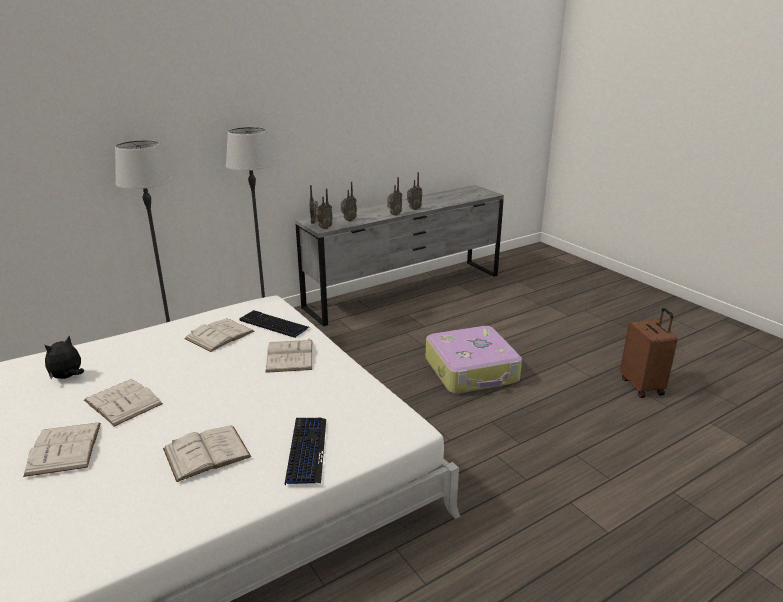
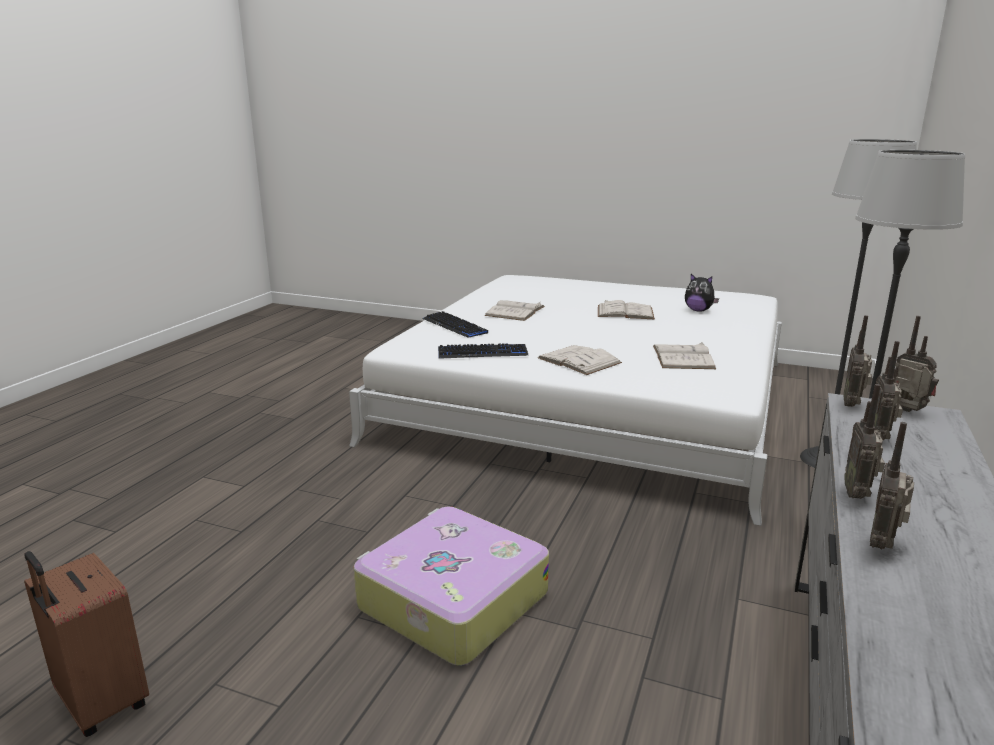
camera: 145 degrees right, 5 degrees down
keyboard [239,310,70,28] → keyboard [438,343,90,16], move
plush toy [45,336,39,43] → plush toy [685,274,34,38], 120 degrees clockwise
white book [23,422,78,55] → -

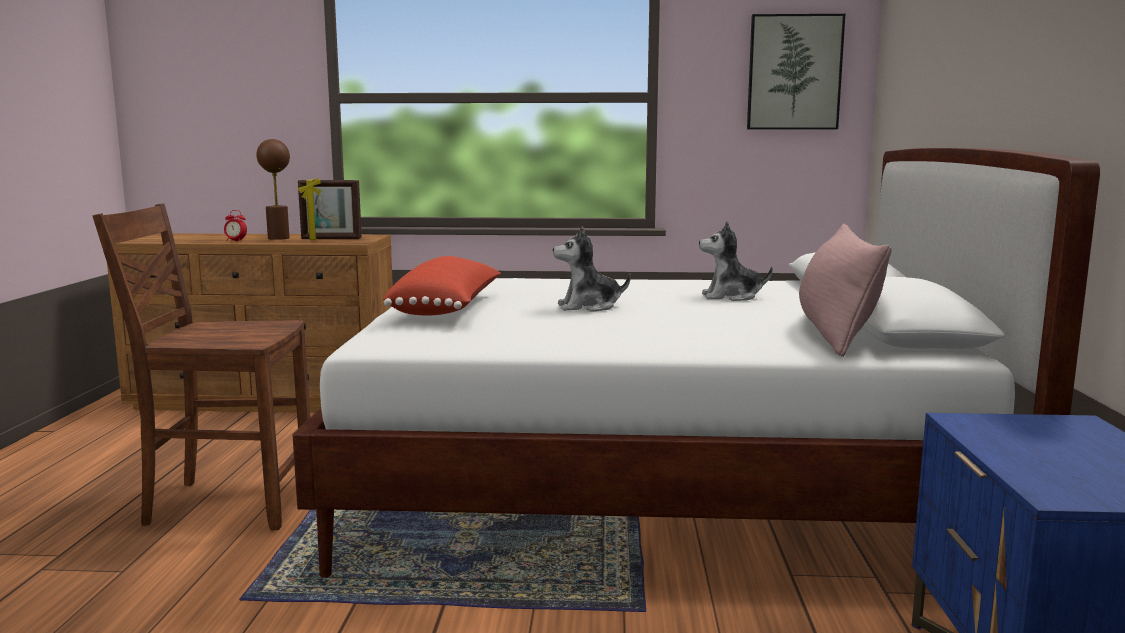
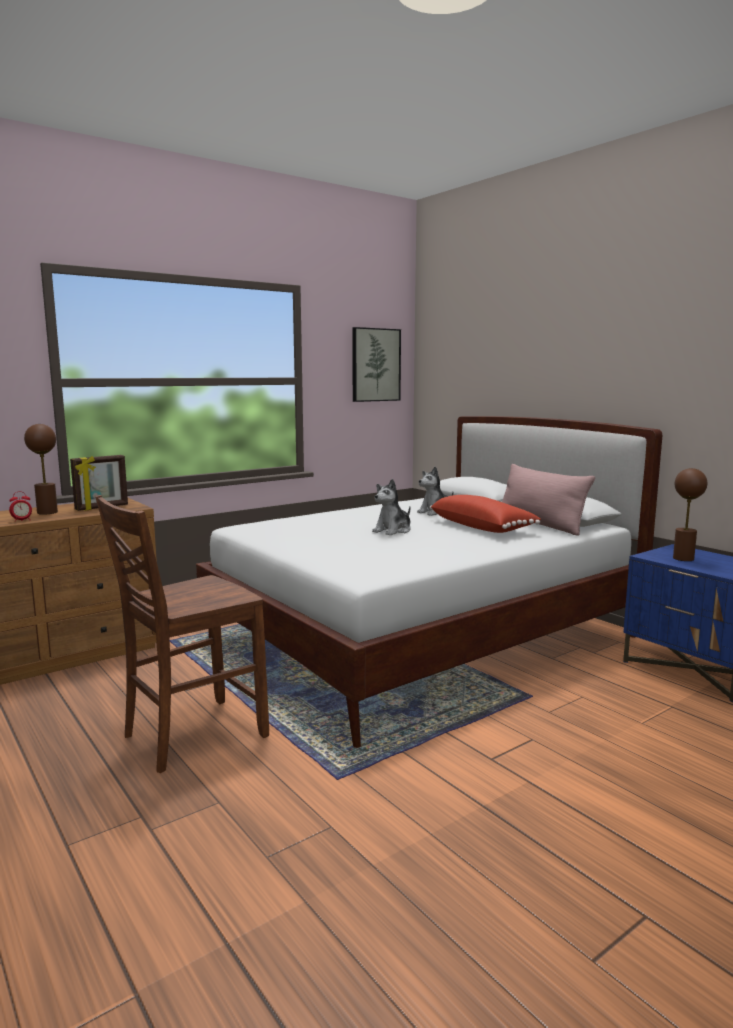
camera: 40 degrees left, 0 degrees up
red pillow [383,256,118,59] → red pillow [430,495,111,38], move
- → brown table lamp [673,468,34,93]

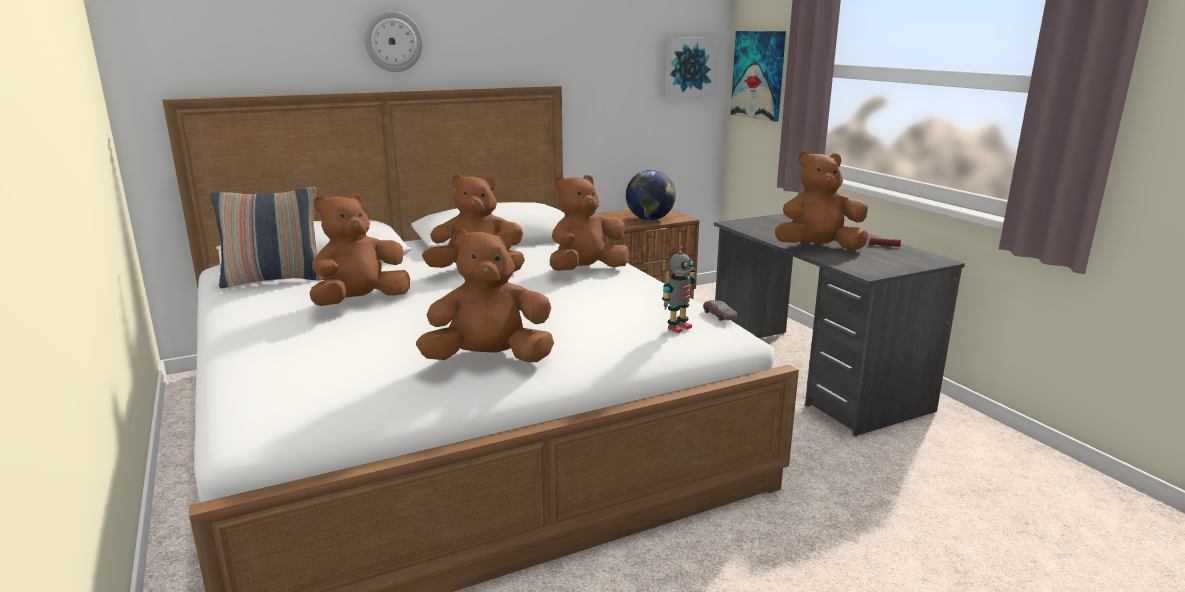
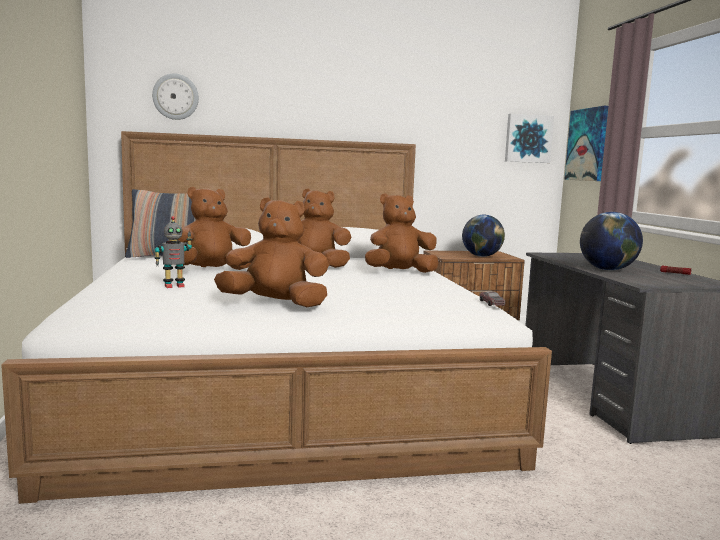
camera: 15 degrees right, 10 degrees down
wall clock [364,11,59,61] → wall clock [152,73,47,47], move
brown plush toy [775,151,93,98] → globe [580,212,63,58]
toy robot [662,246,34,87] → toy robot [154,216,38,72], move

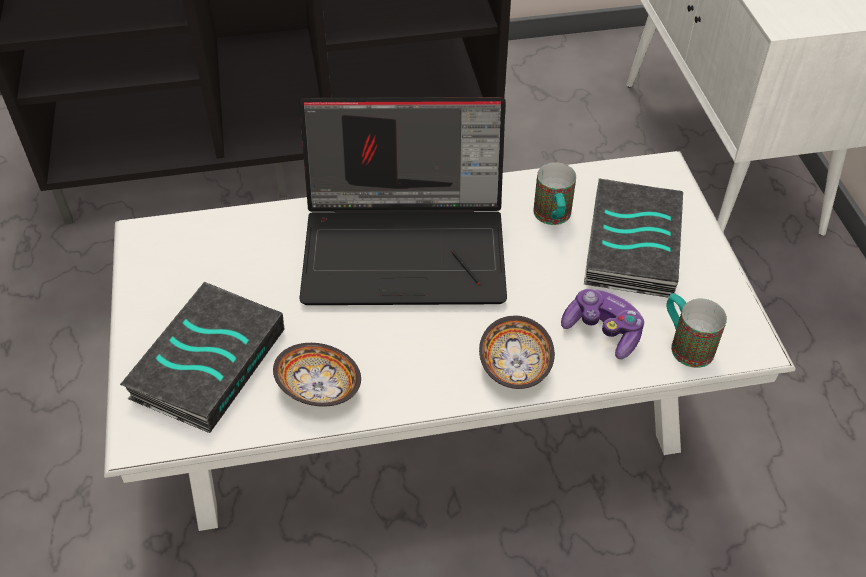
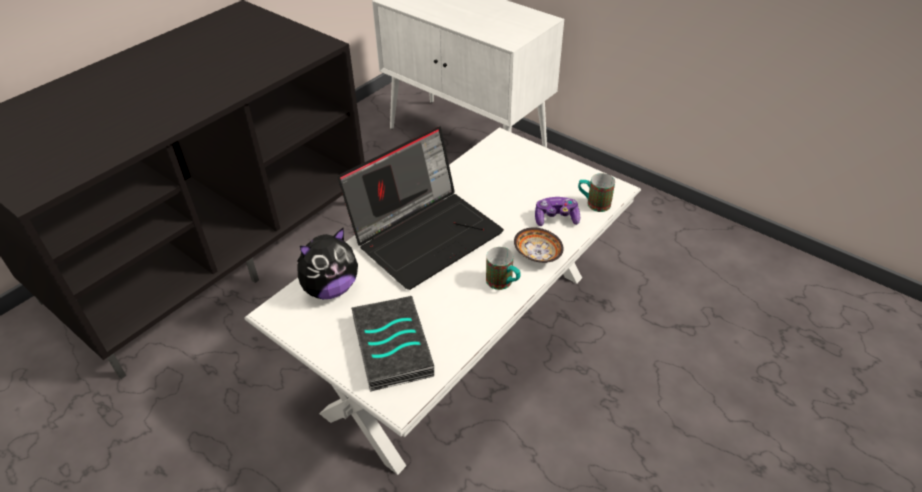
camera: 40 degrees left, 5 degrees down
mug [533,162,43,63] → mug [486,247,35,43], move
book [584,178,99,120] → -
bowl [273,343,88,63] → -
- → plush toy [297,228,61,71]

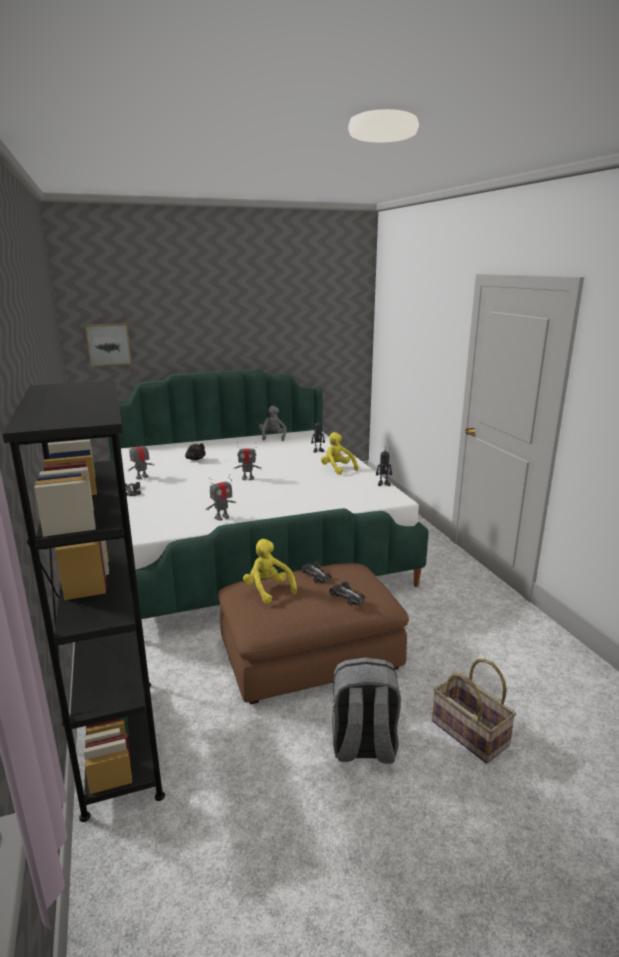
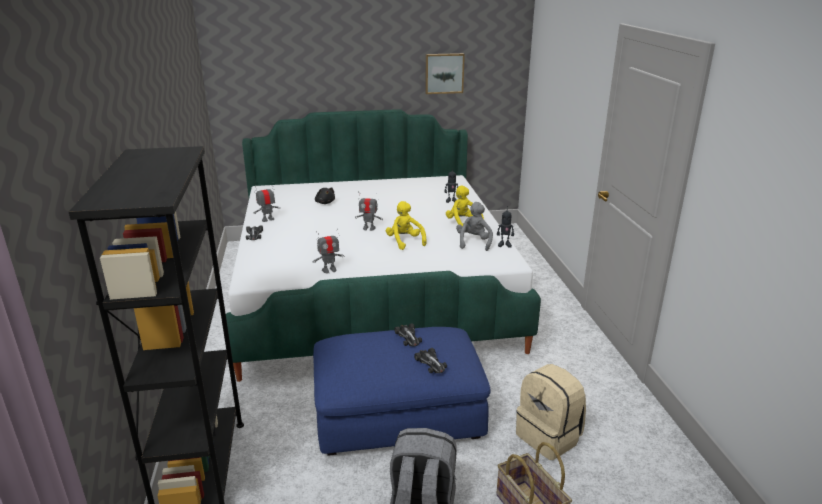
camera: 10 degrees right, 5 degrees up
picture [85,323,47,43] → picture [425,53,40,41], move
grey plush toy [259,405,28,36] → grey plush toy [456,202,37,49], move
yellow plush toy [243,539,54,65] → yellow plush toy [386,201,41,49], move
brown ottoman [218,563,191,142] → blue ottoman [313,327,178,129]
- → beige backpack [516,364,70,96]

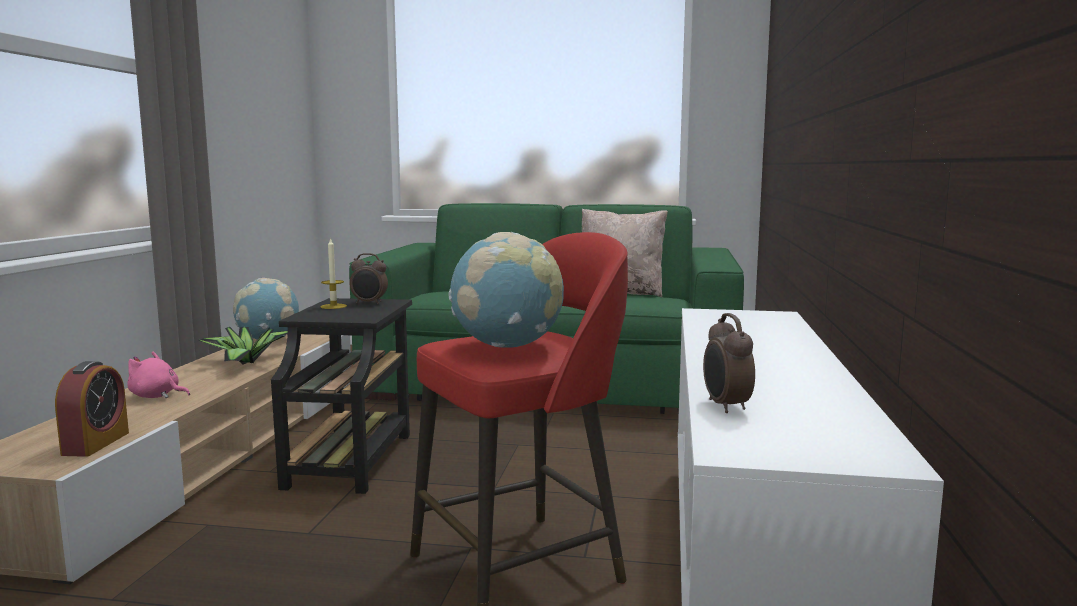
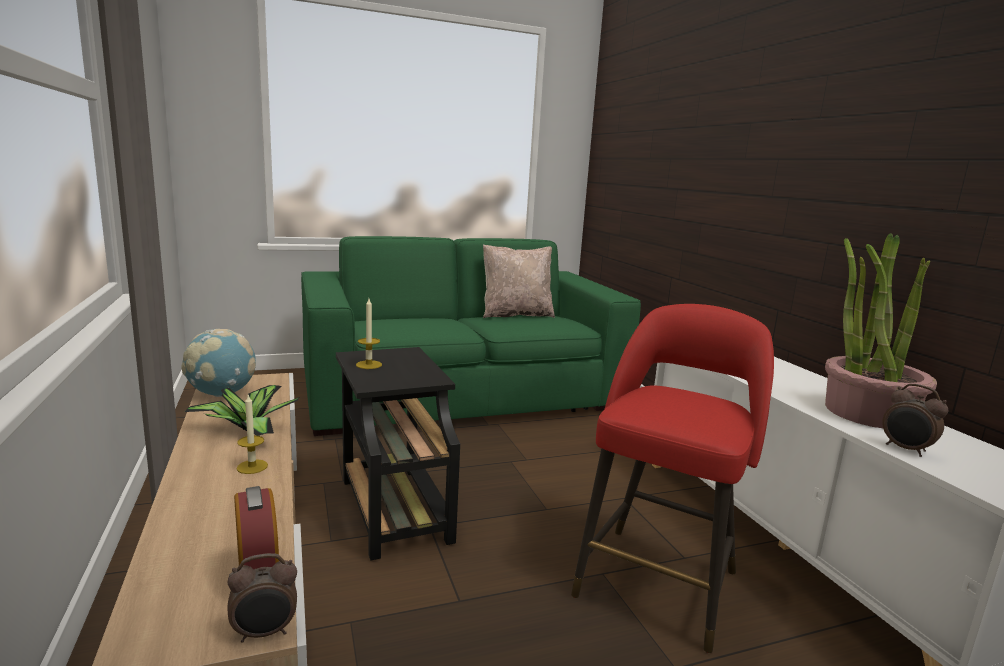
camera: 30 degrees left, 5 degrees up
globe [449,232,115,116] → -
alarm clock [350,253,38,51] → alarm clock [227,553,70,90], move
pink plush toy [127,352,63,46] → -
- → potted plant [825,233,112,195]
- → candle [237,395,31,79]

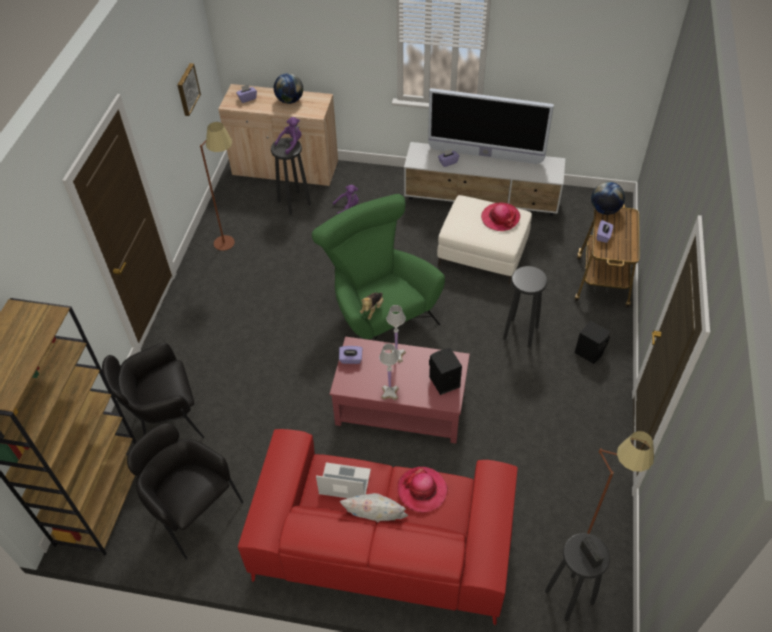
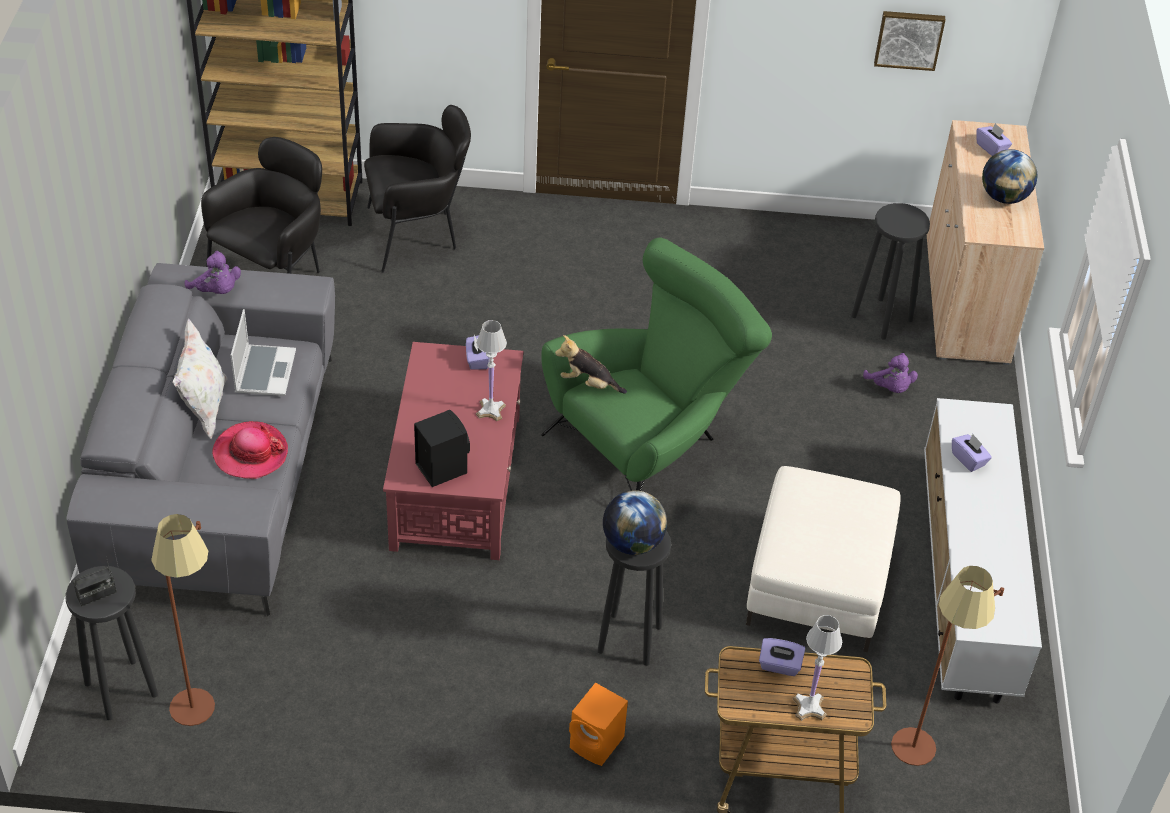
camera: 80 degrees right, 5 degrees down
television [428,88,126,76] → -
purple plush toy [275,117,26,37] → purple plush toy [185,251,56,43], move
brown floor lamp [200,122,35,129] → brown floor lamp [891,566,113,200], move
globe [591,182,34,33] → globe [603,490,64,65], move
hat [481,203,39,28] → -
black speaker [575,320,35,44] → orange speaker [569,683,59,83]
black armchair [102,343,103,95] → black armchair [364,105,107,168], 105 degrees clockwise
white table lamp [379,343,20,57] → white table lamp [793,615,49,106], move
red sofa [238,429,280,196] → grey sofa [66,263,269,353]

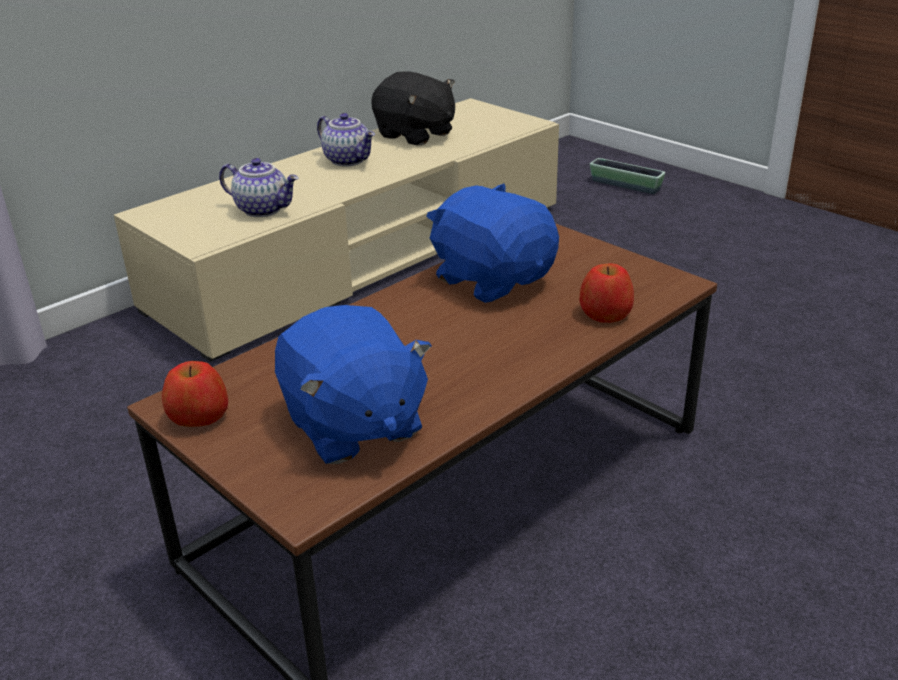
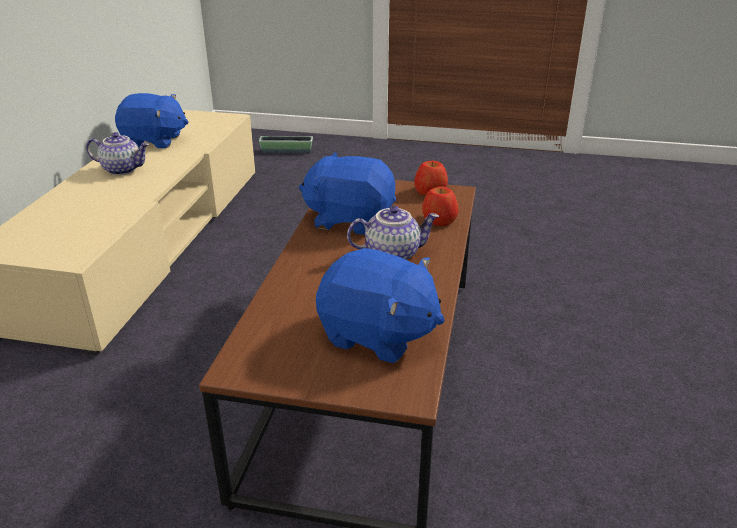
camera: 35 degrees left, 0 degrees up
black plush toy [371,71,84,75] → blue plush toy [115,93,73,55]
teapot [219,158,80,59] → teapot [347,206,92,54], move
apple [162,361,66,66] → apple [415,161,33,34], move

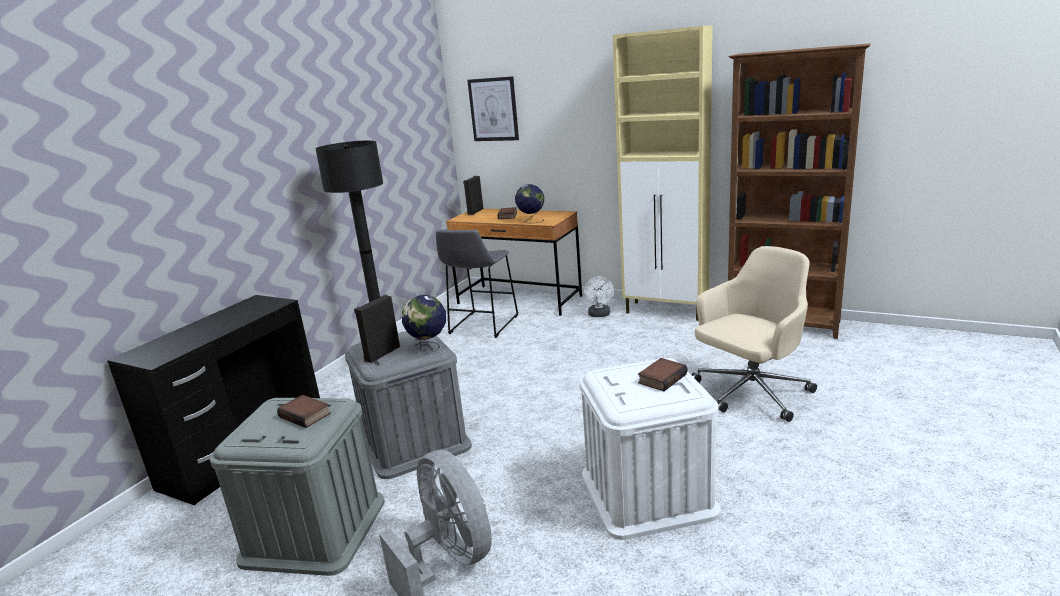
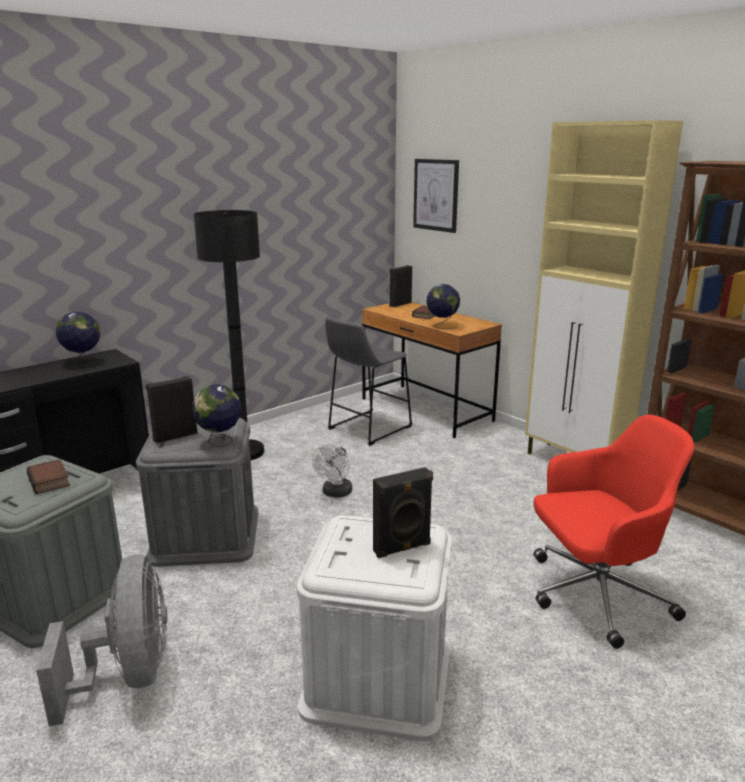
camera: 20 degrees right, 0 degrees up
beige office chair [691,246,126,176] → red office chair [534,414,160,235]
white fan [584,277,30,40] → white fan [312,444,40,54], move
book [638,358,49,33] → black speaker [373,467,60,92]
- → globe [56,312,44,54]

